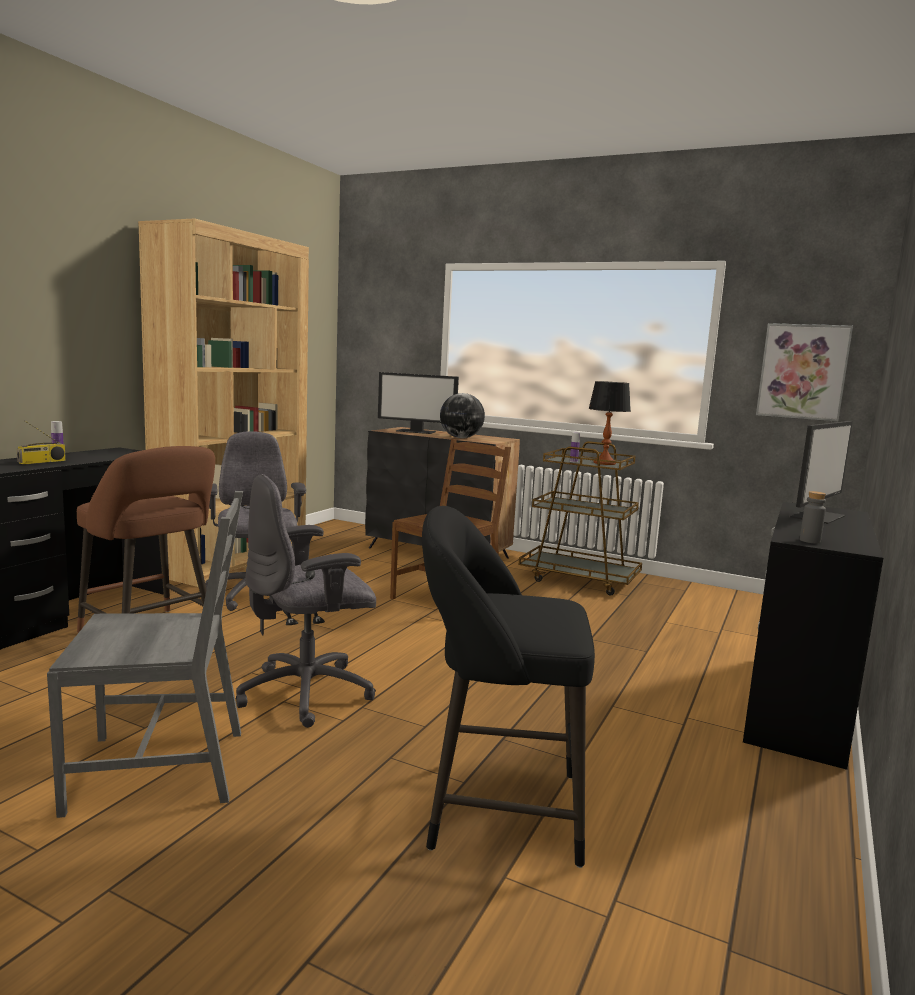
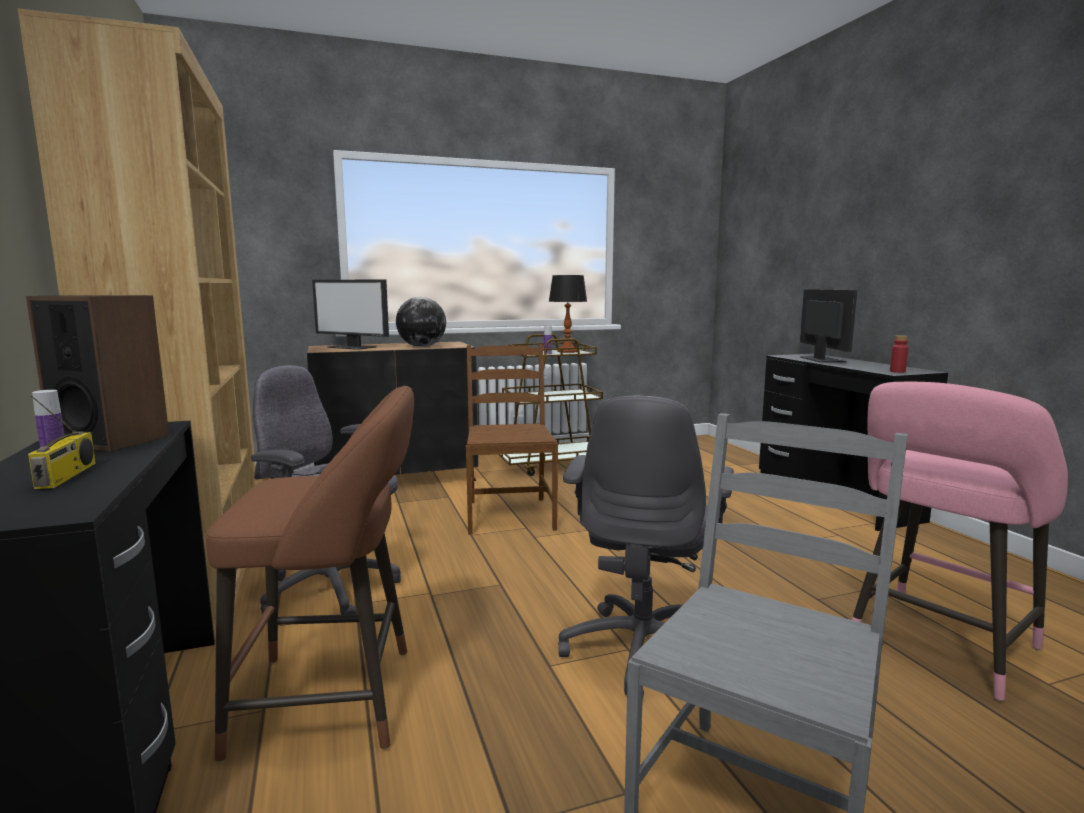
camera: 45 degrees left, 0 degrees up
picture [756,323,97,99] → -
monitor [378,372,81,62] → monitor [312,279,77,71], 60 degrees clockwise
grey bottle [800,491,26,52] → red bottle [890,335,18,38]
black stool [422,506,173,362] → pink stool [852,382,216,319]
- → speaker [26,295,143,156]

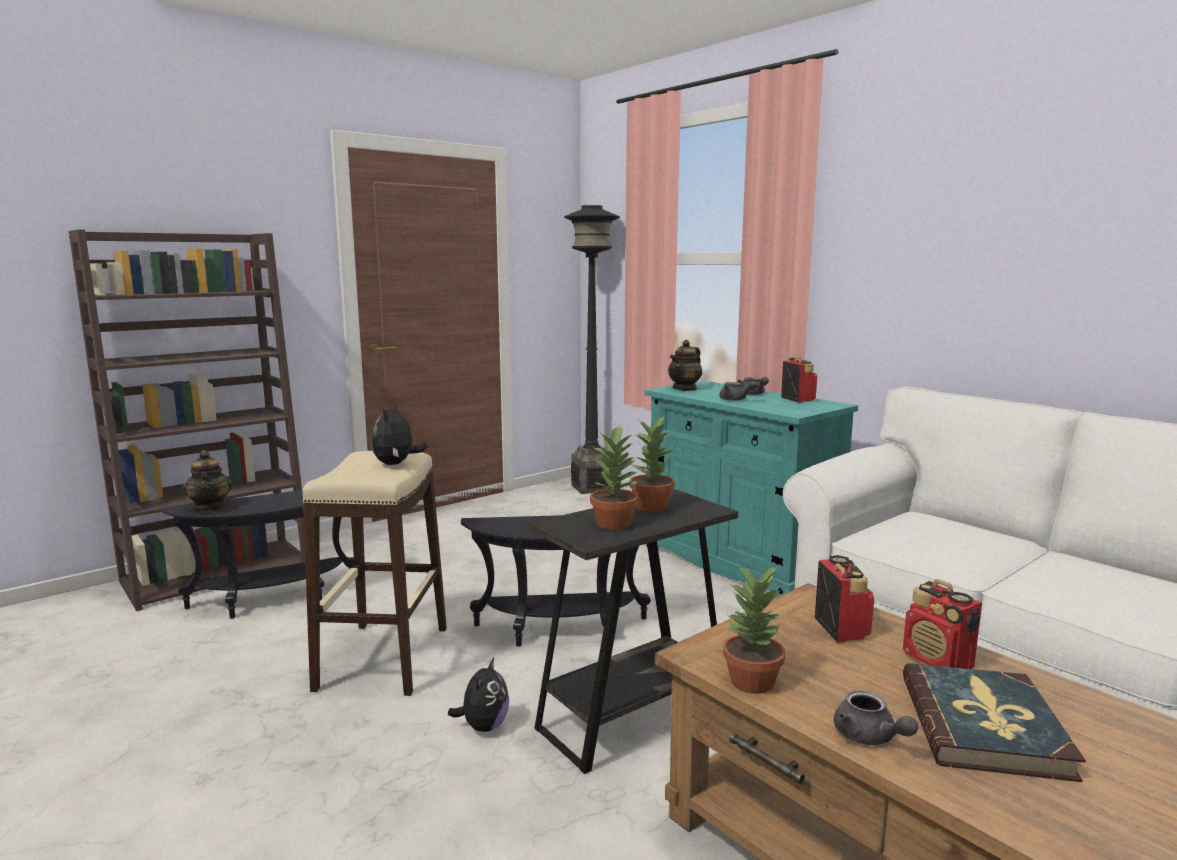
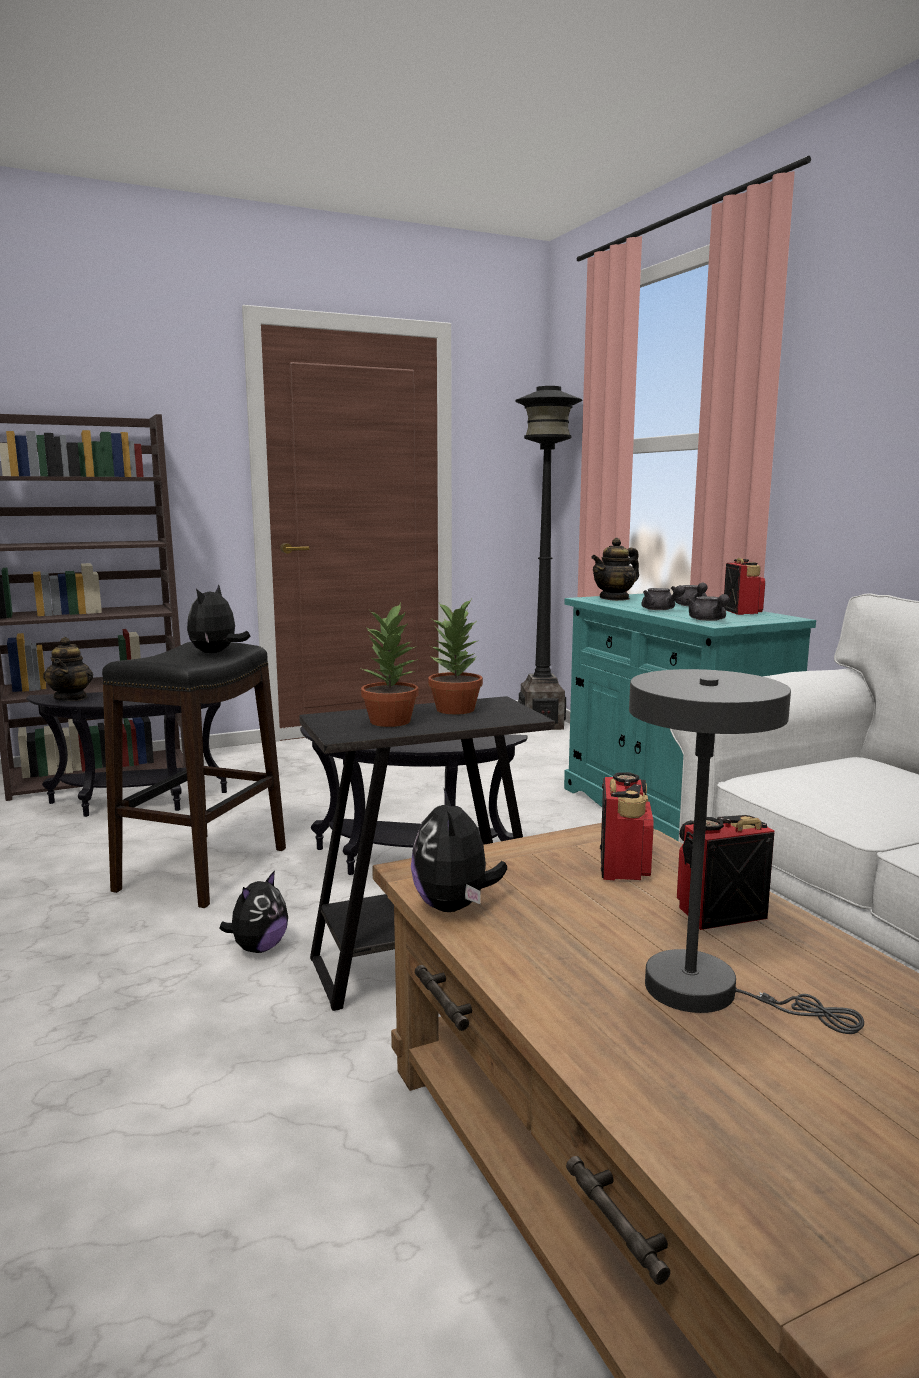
camera: 15 degrees right, 0 degrees up
beige stool [302,451,145,245] → black stool [102,642,184,266]
potted plant [723,565,62,129] → plush toy [411,789,96,123]
radio [903,579,79,90] → radio [677,815,97,115], 90 degrees clockwise
book [903,663,183,119] → grey table lamp [629,669,235,365]
grey teapot [834,690,84,55] → grey teapot [686,594,44,27], move

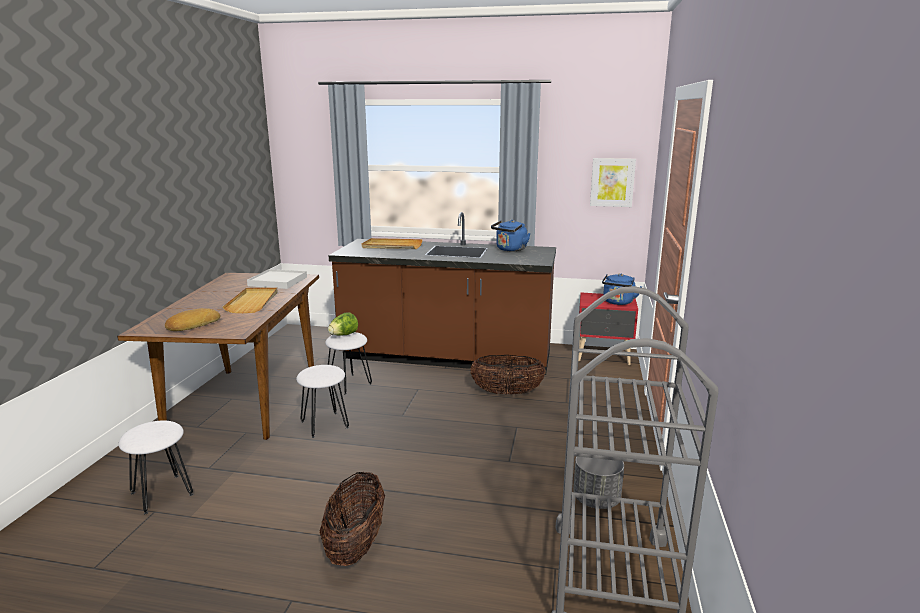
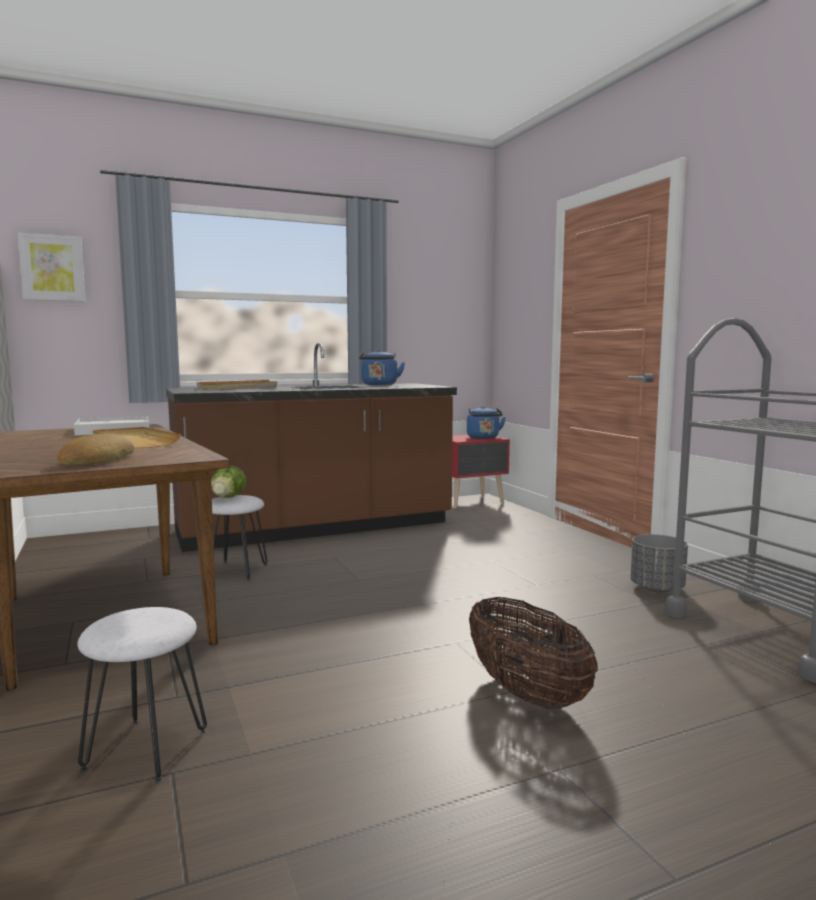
camera: 35 degrees left, 10 degrees down
picture [590,158,46,49] → picture [18,233,68,69], move
basket [470,355,76,40] → -
white stool [296,365,53,73] → -

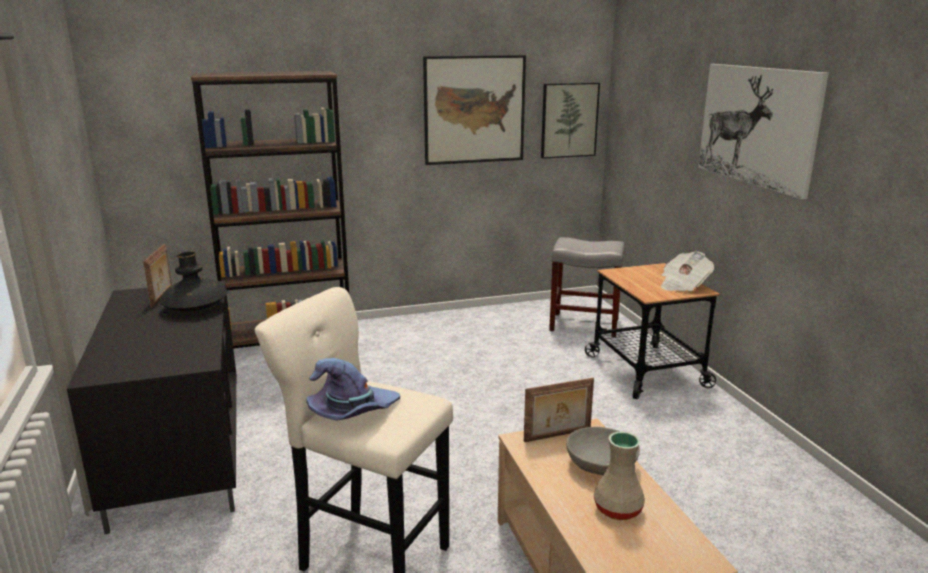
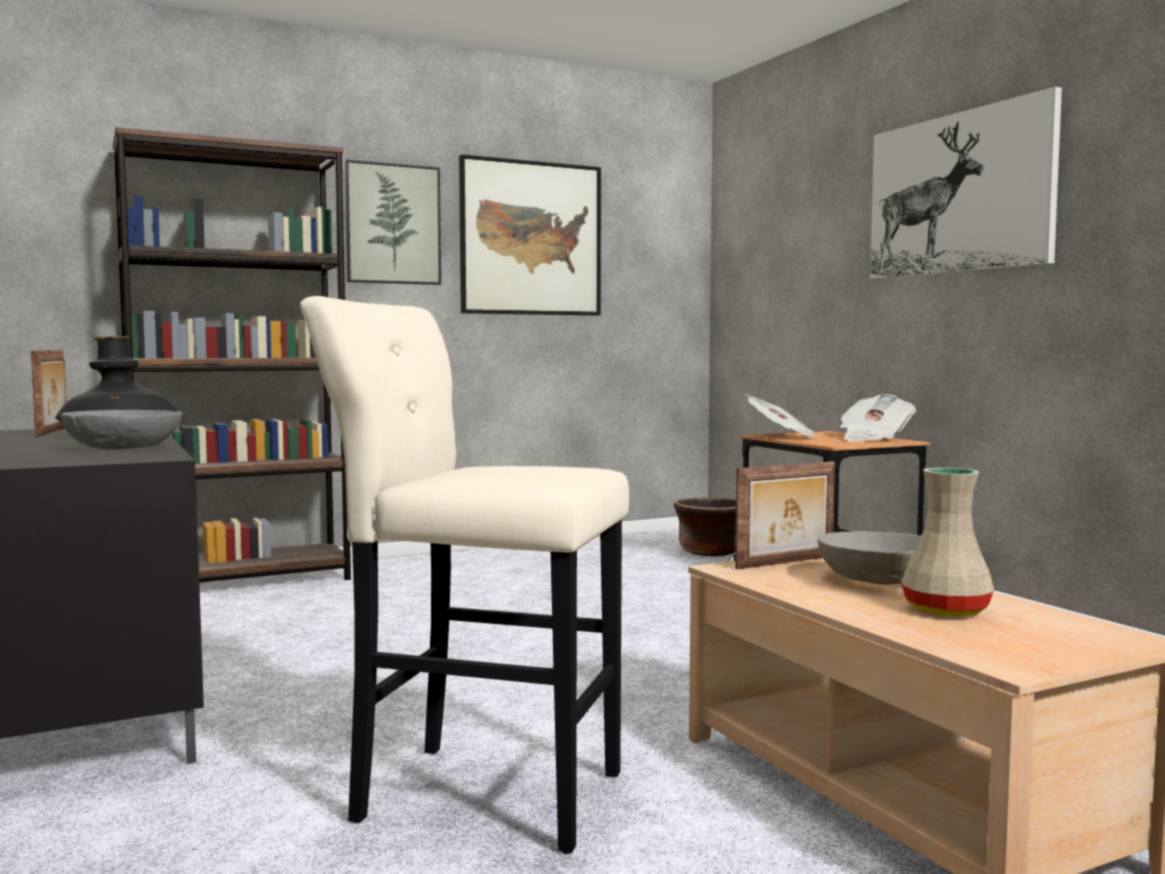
camera: 10 degrees left, 15 degrees down
picture [541,82,59,77] → picture [344,160,97,125], move
grey stool [549,237,76,101] → brown planter [674,498,62,58]
purple hat [306,358,94,63] → -
- → newspaper [745,394,70,45]
- → grey bowl [61,410,121,40]

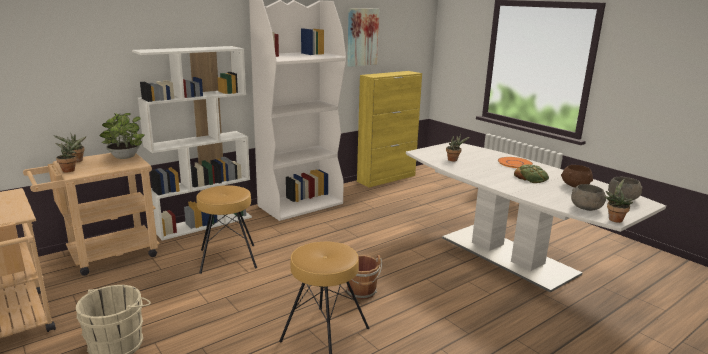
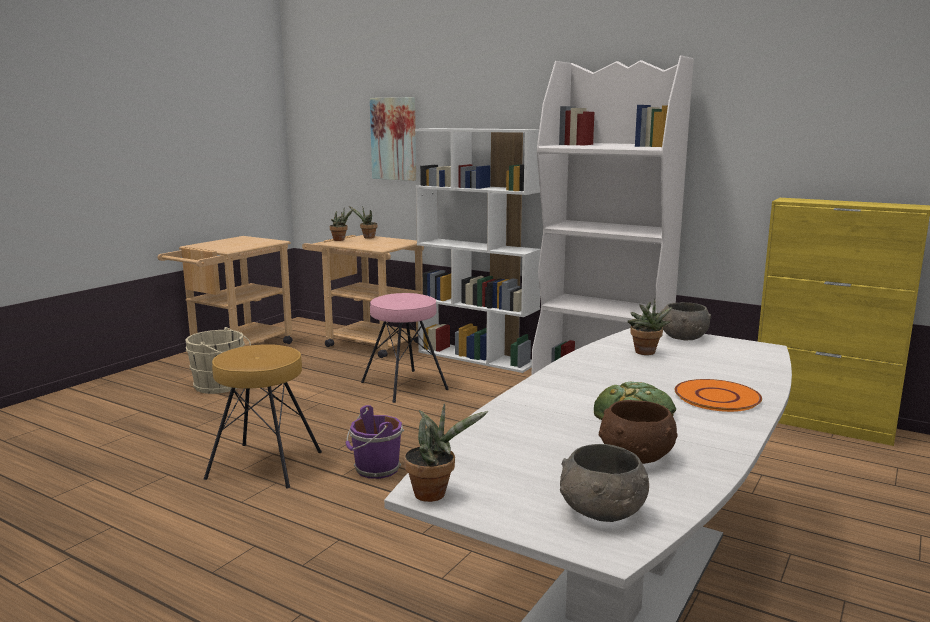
camera: 70 degrees right, 5 degrees down
picture [347,8,32,59] → picture [370,97,46,84], move
potted plant [100,113,45,46] → -
grey bowl [571,184,35,27] → grey bowl [661,302,50,38], move
brown stool [197,185,60,89] → pink stool [361,293,88,110]
brown bucket [347,255,35,44] → purple bucket [345,405,59,74]

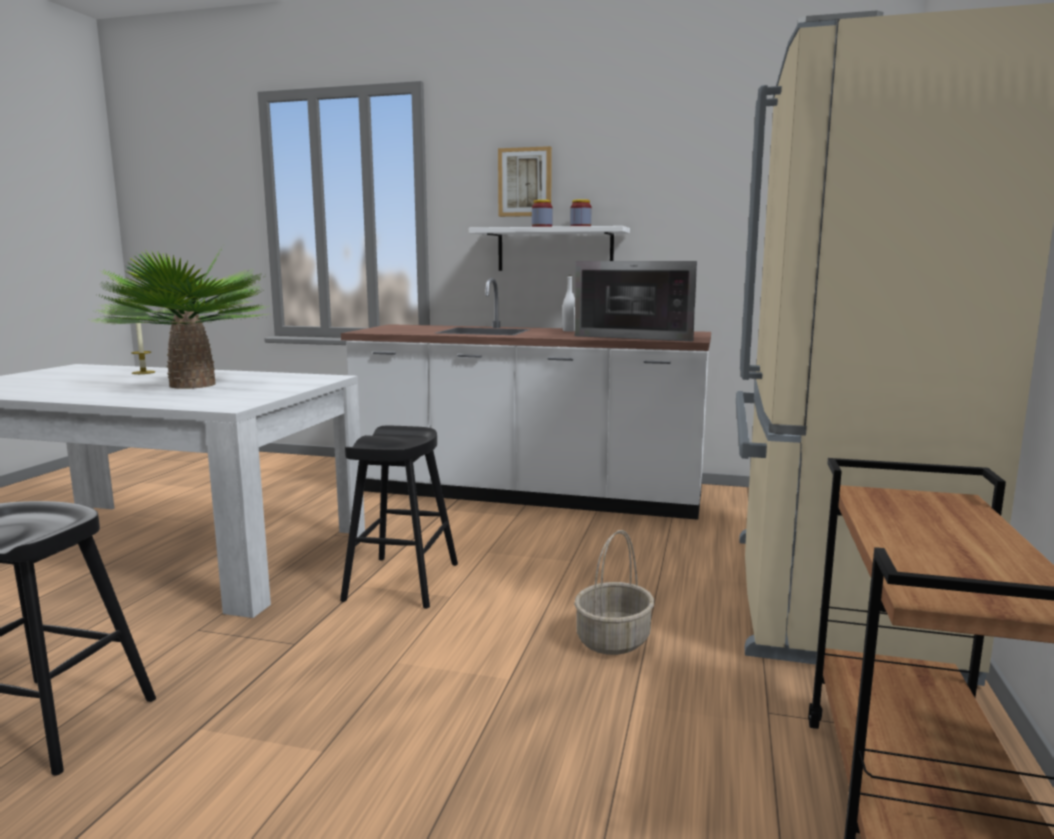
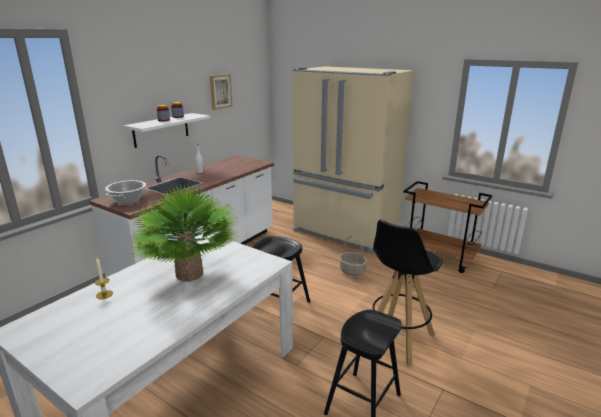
camera: 70 degrees left, 10 degrees up
picture [498,146,54,71] → picture [210,74,23,36], move
microwave [575,261,122,80] → -
- → cooking pot [105,180,41,24]
- → black stool [373,220,70,146]

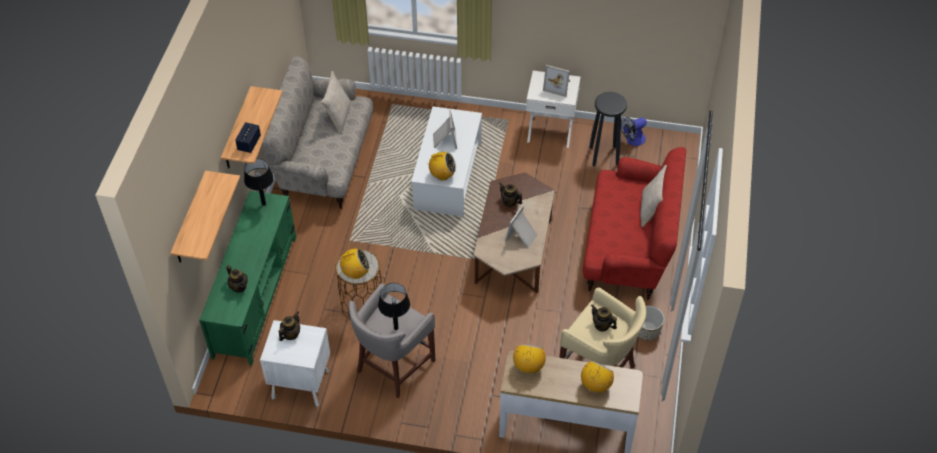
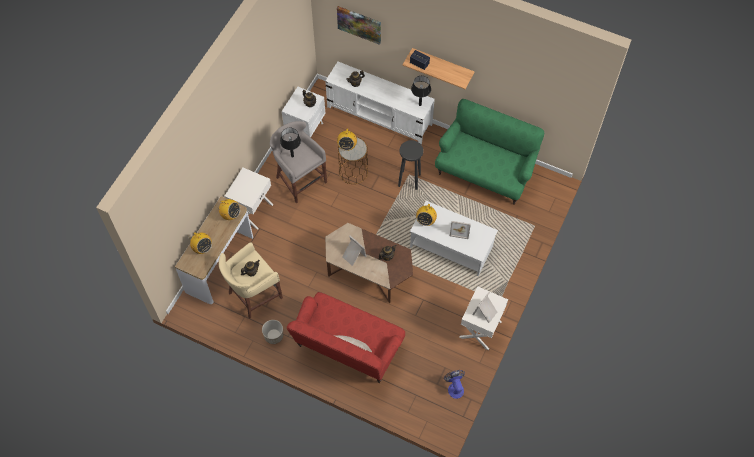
camera: 105 degrees right, 10 degrees up
beige sofa [261,56,112,153] → green sofa [435,99,109,106]
beige pillow [321,71,30,62] → -
black stool [589,92,38,74] → black stool [398,140,25,50], move
shelf [170,171,70,92] → picture [337,6,44,39]
green tv stand [199,191,97,175] → white tv stand [325,62,110,83]
- → white nightstand [224,168,49,62]

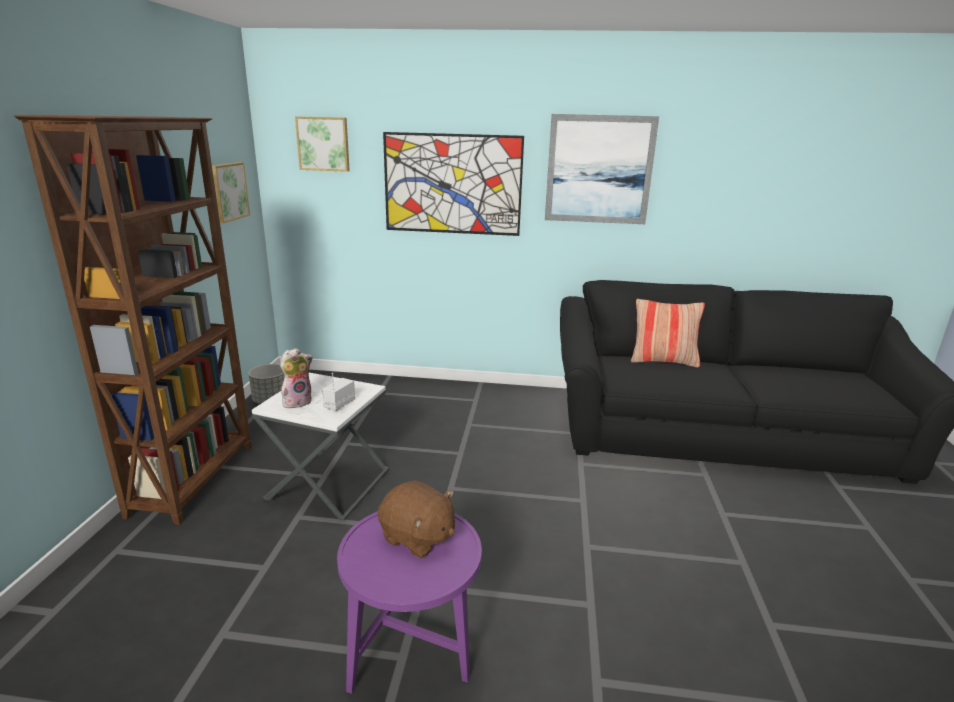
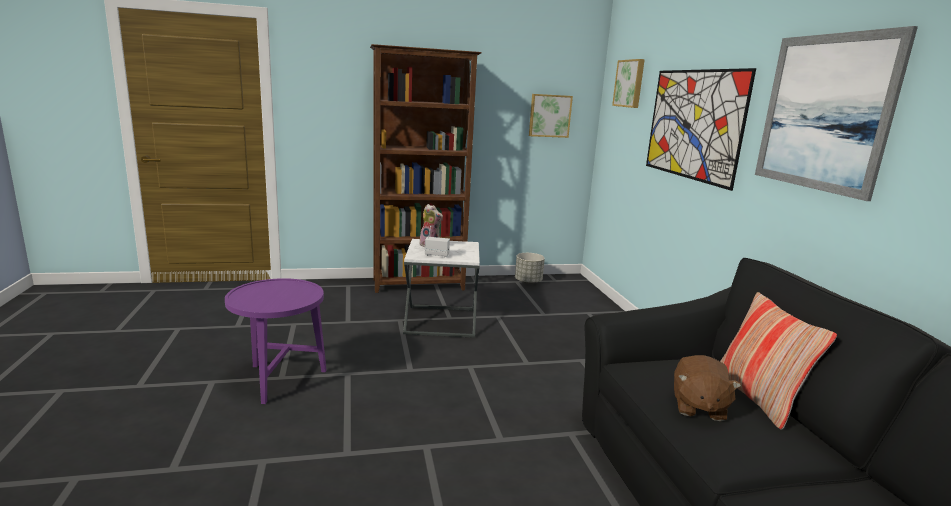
camera: 70 degrees right, 5 degrees down
brown plush toy [378,480,77,78] → brown plush toy [674,355,68,66], move

